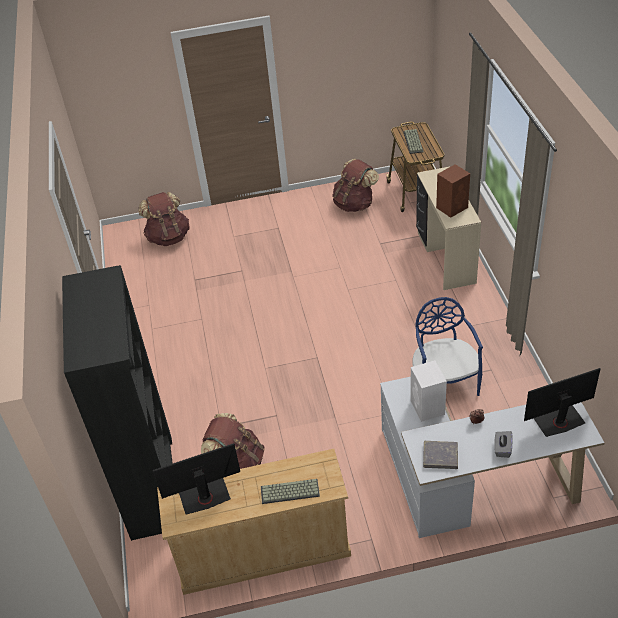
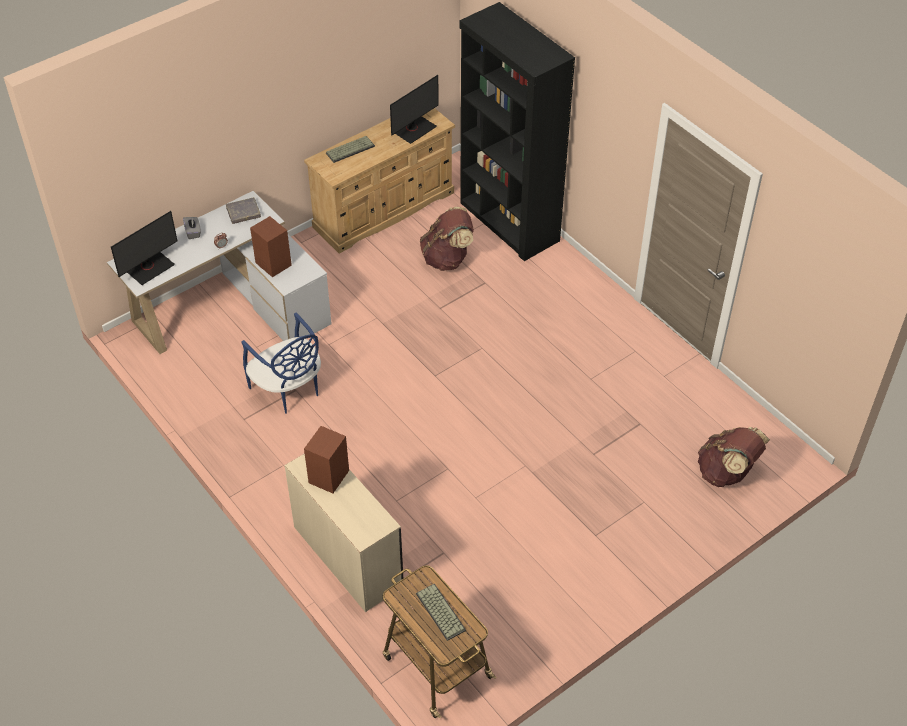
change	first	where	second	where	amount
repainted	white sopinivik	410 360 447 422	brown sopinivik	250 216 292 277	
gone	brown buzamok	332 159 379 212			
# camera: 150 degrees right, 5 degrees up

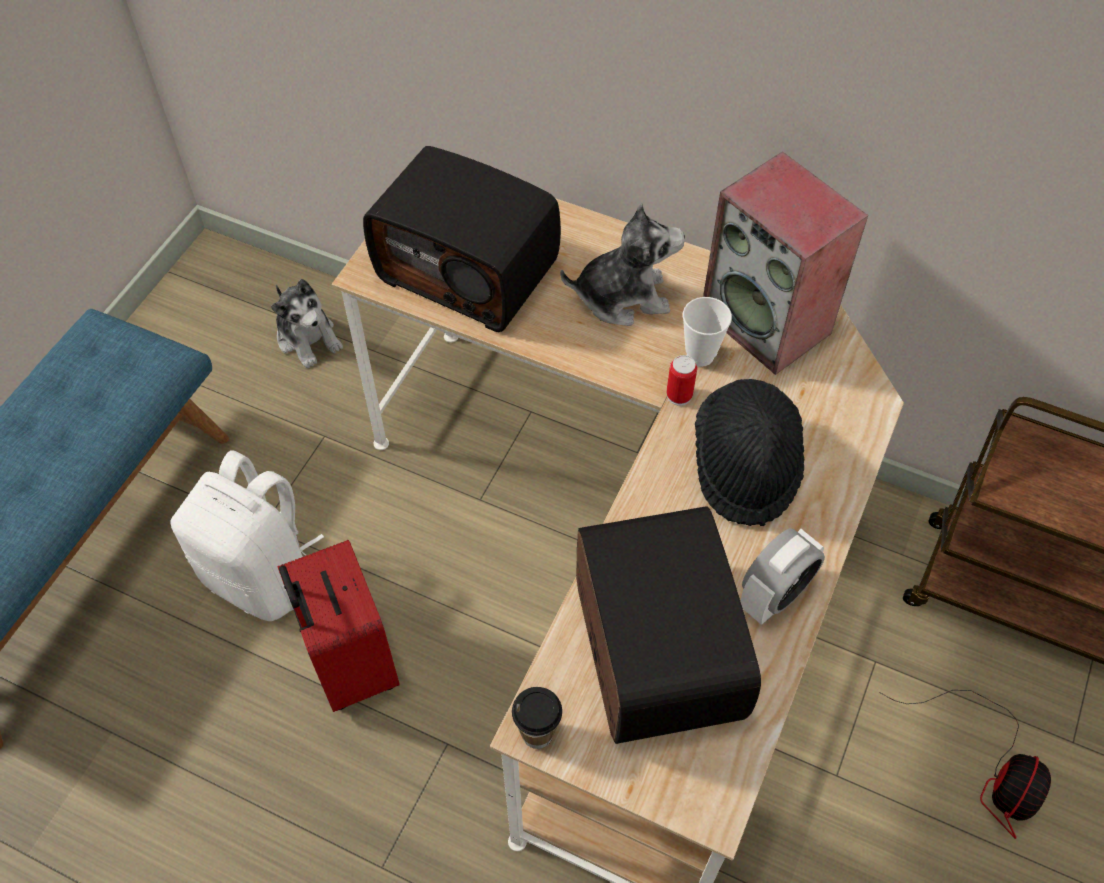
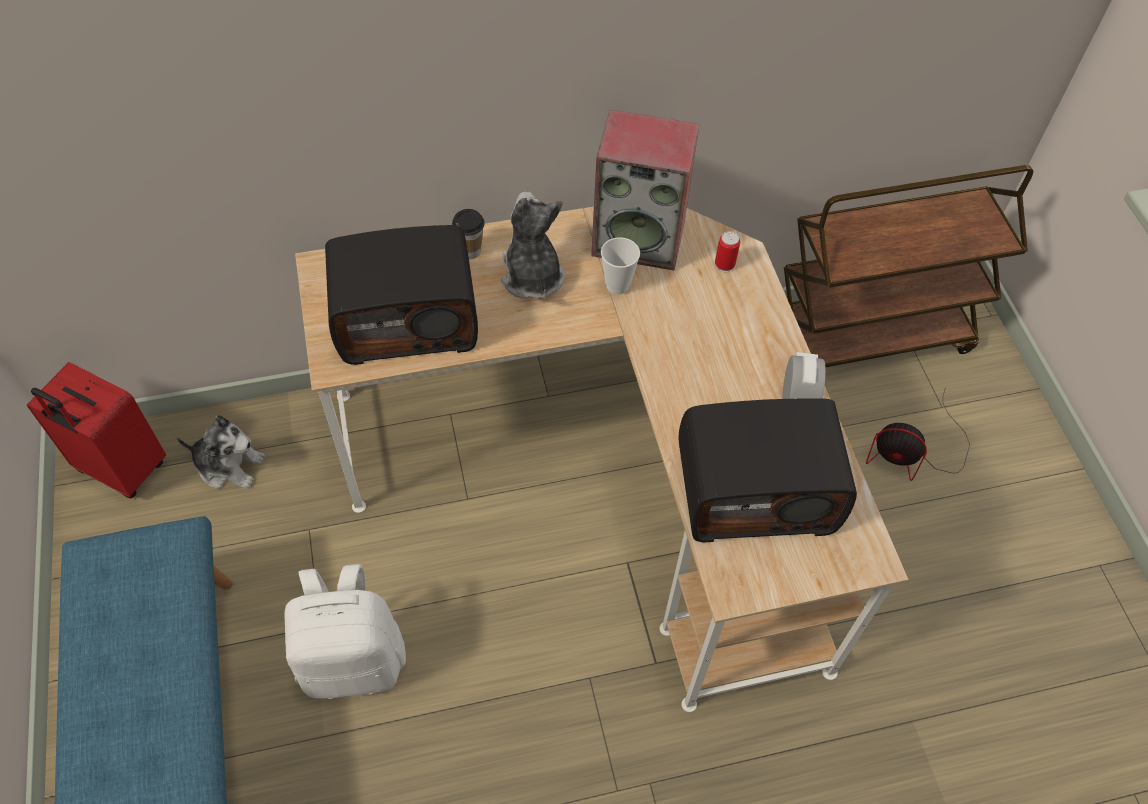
change	first	where	second	where	amount
shifted	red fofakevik	277 540 400 712		27 362 166 498	
shifted	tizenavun	512 687 562 749		452 209 485 259	
rotated	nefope	560 203 685 326		501 191 565 299	60 degrees counterclockwise
rotated	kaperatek	576 506 761 744		678 398 857 542	135 degrees clockwise
shifted	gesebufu	666 355 697 406		715 231 740 272	
rotated	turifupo	881 690 1051 839		866 388 970 481	120 degrees clockwise
gone	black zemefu	695 379 804 526			
# camera: 40 degrees left, 0 degrees up

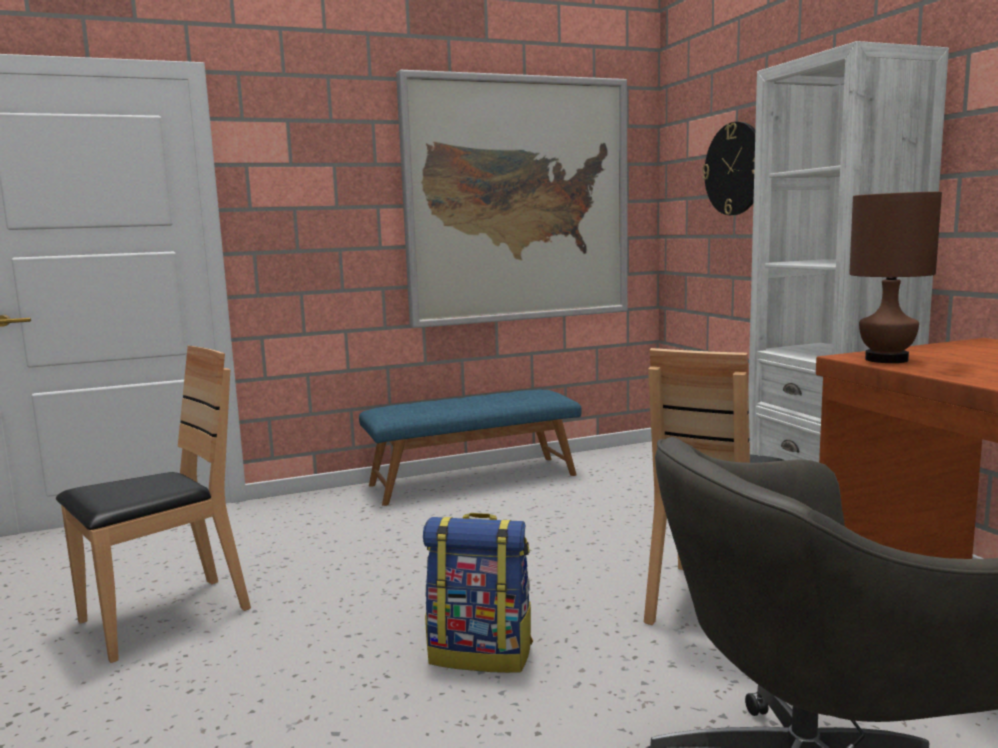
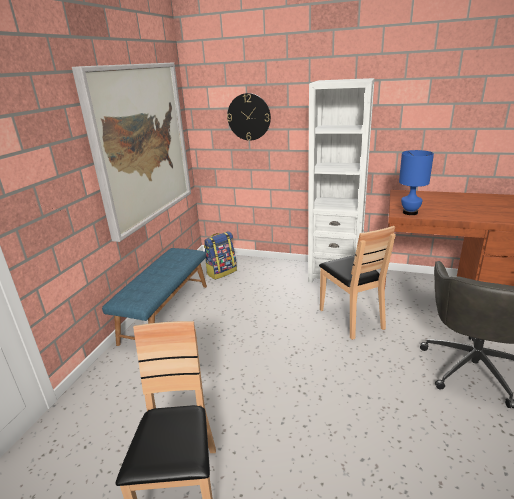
change	first	where	second	where	amount
shifted	buzamok	423 513 533 673		204 231 237 280	
repainted	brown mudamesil	849 192 942 363	blue mudamesil	399 150 434 215	
# camera: 50 degrees left, 15 degrees up

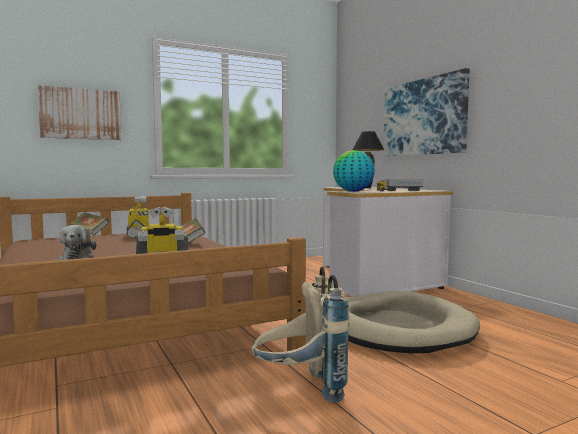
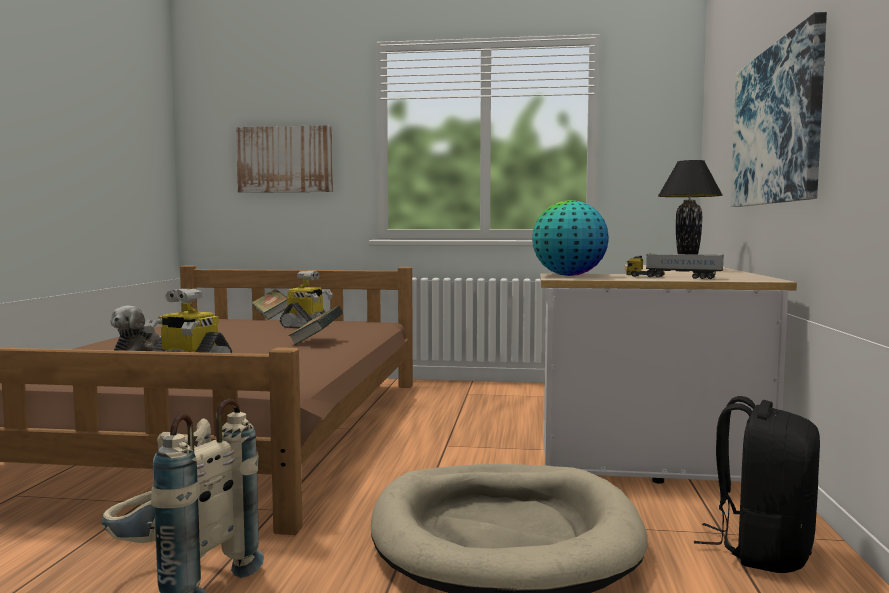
change	first	where	second	where	amount
new			black buzamok	694 396 820 573	
# camera: 35 degrees right, 0 degrees up

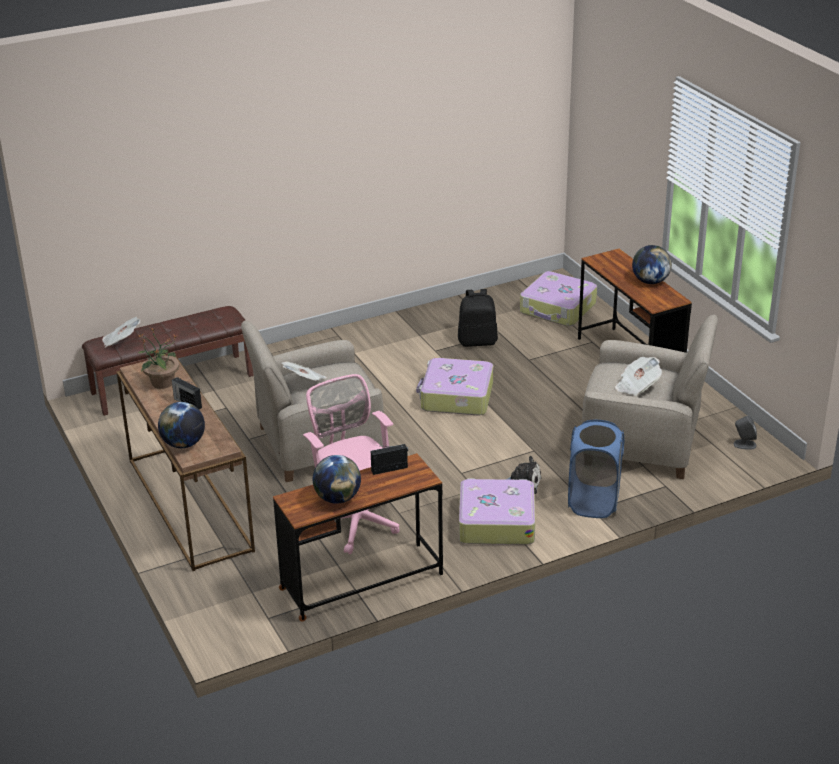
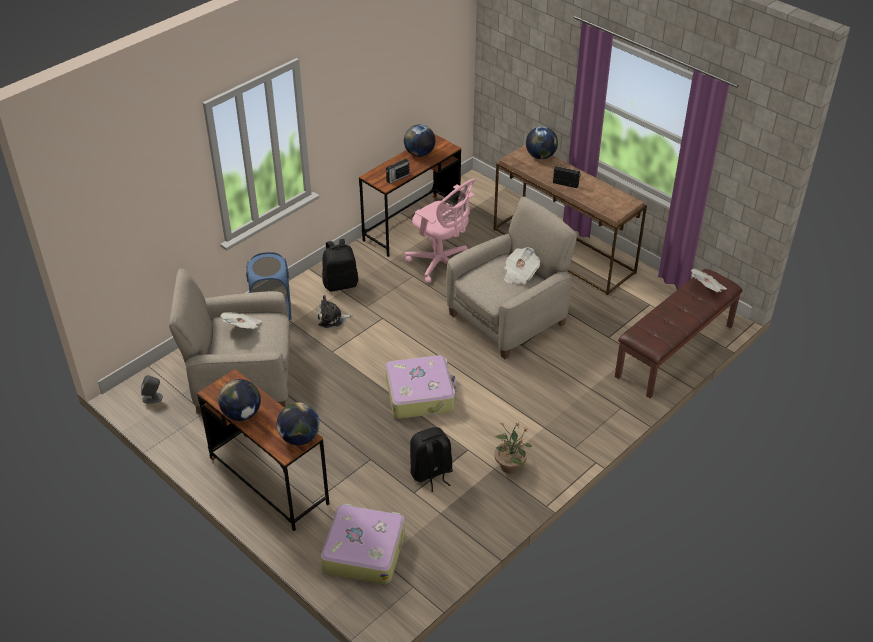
change	first	where	second	where	amount
new			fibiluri	277 402 320 445	
swapped	fofakevik	459 478 535 545	black buzamok	322 239 359 292	
shifted	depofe	137 328 179 389		494 422 532 474	
# camera: 160 degrees right, 10 degrees up

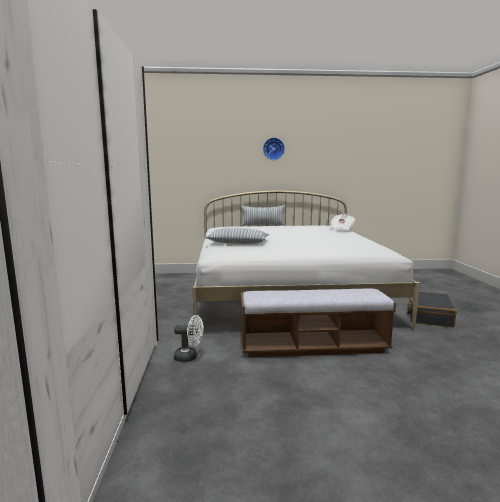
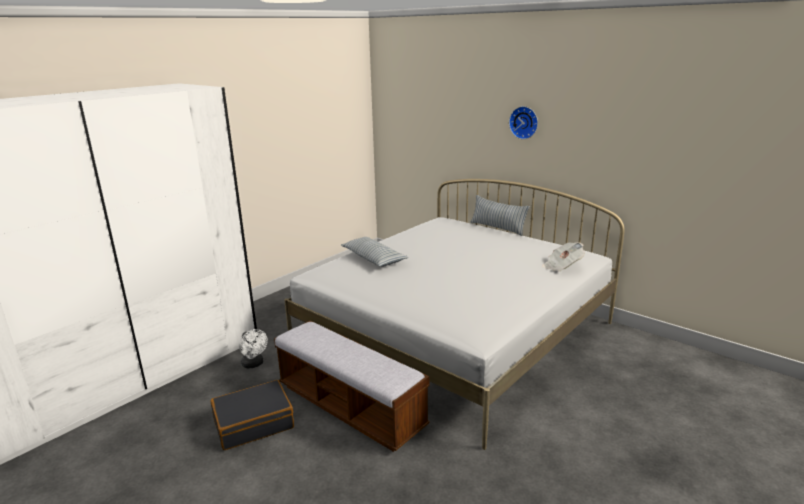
change	first	where	second	where	amount
shifted	black fofakevik	407 292 457 327		210 380 294 450	
# camera: 45 degrees right, 10 degrees up

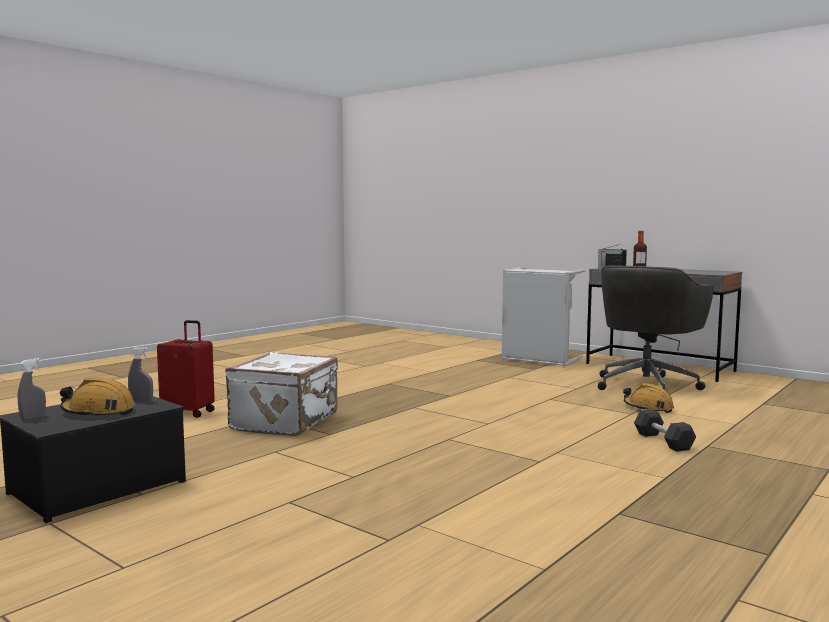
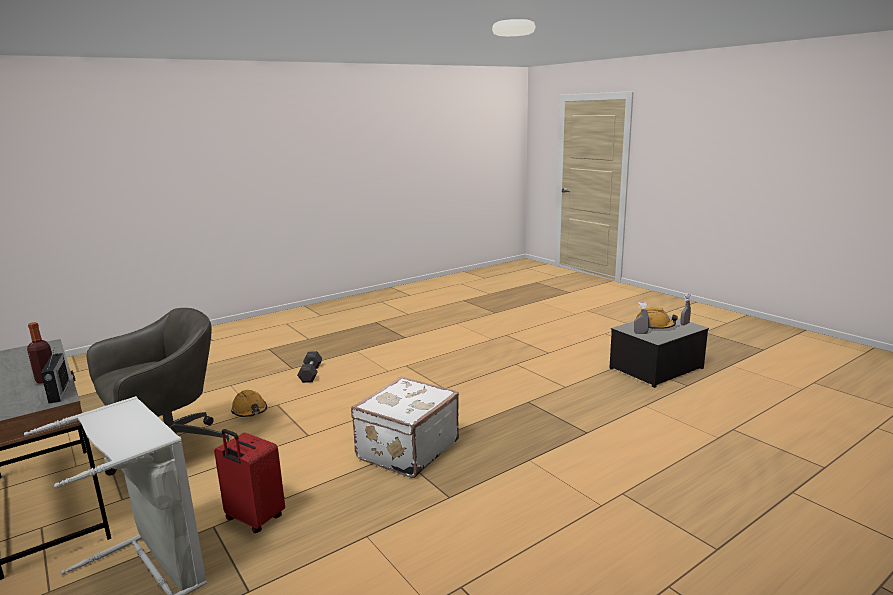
change	first	where	second	where	amount
shifted	red fofakevik	157 320 215 418		214 429 285 533	
shifted	white fofakevik	225 352 338 436		351 376 459 478	
# camera: 165 degrees left, 10 degrees up

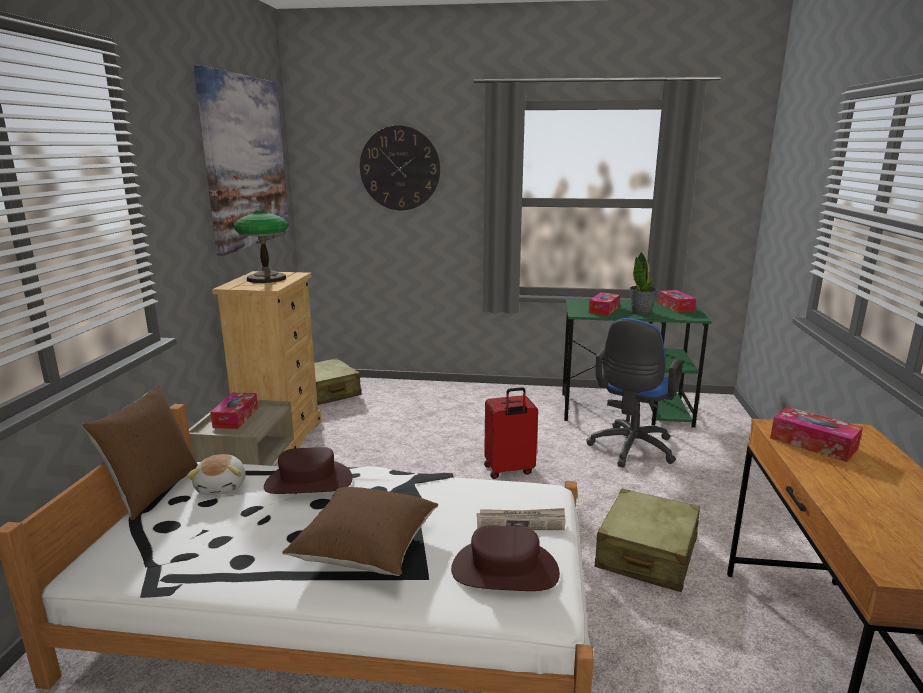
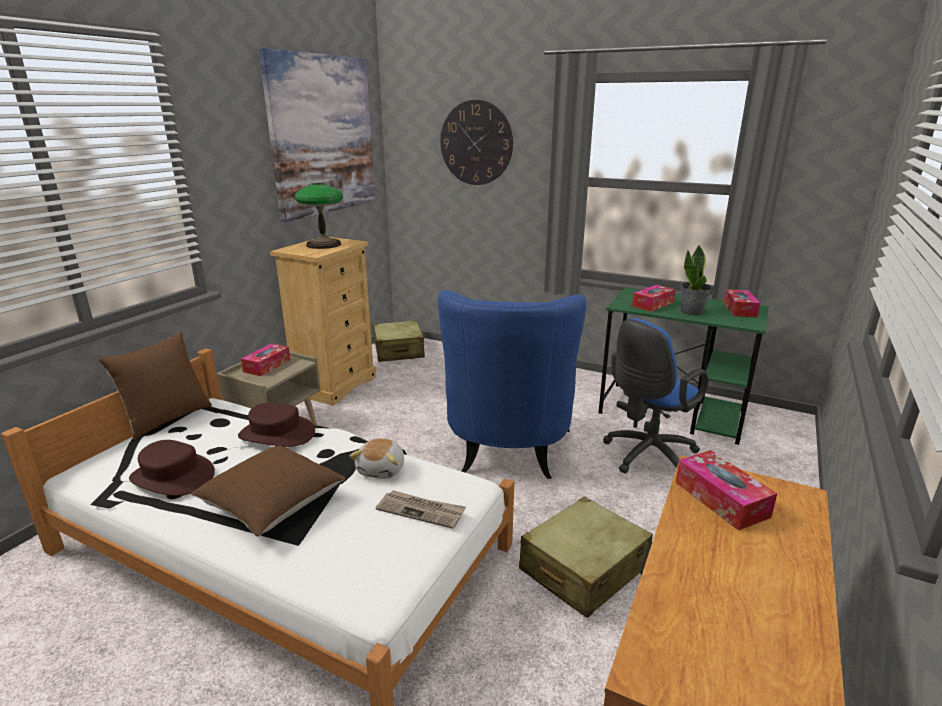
change	first	where	second	where	amount
shifted	brown zemefu	451 525 560 591		129 440 215 496	
shifted	nefope	187 454 246 495		350 438 404 479	
swapped	red fofakevik	484 387 538 479	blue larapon	438 290 587 479	
# camera: 20 degrees right, 5 degrees up

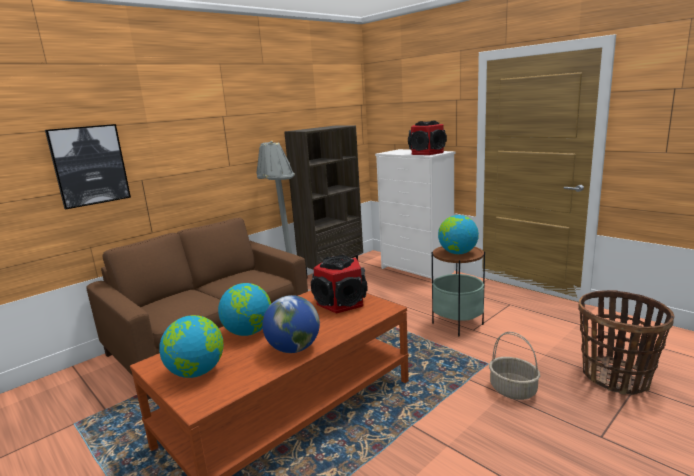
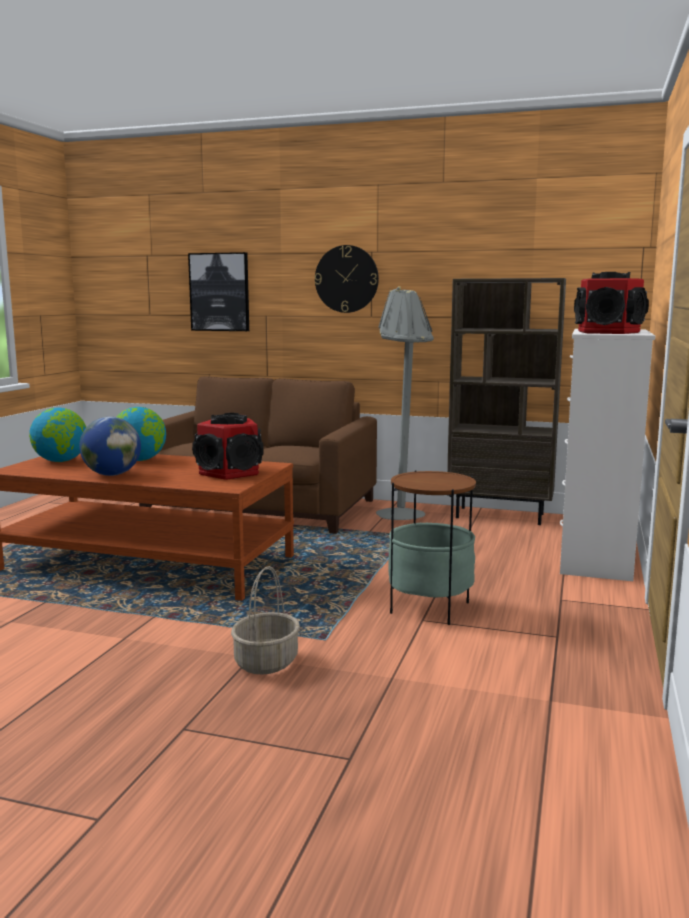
change	first	where	second	where	amount
new			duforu	315 245 379 313	
gone	fibiluri	438 215 479 254			
gone	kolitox	578 290 674 395			
# camera: 60 degrees right, 5 degrees down

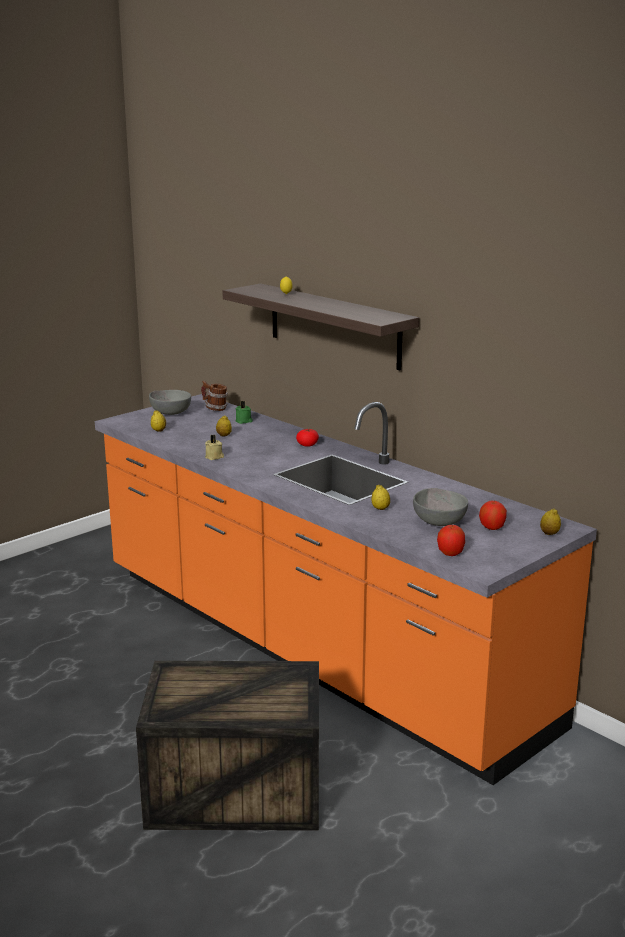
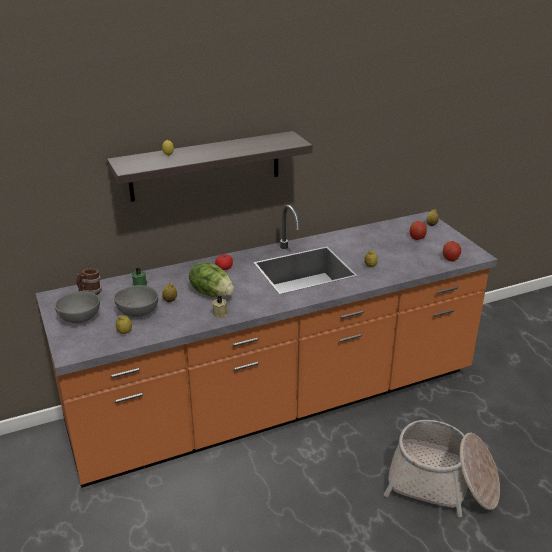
change	first	where	second	where	amount
shifted	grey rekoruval	413 488 468 526		114 285 158 317	
new			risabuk	189 262 234 297	
swapped	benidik	136 661 319 831	kolitox	384 420 500 517	
# camera: 70 degrees left, 10 degrees up

